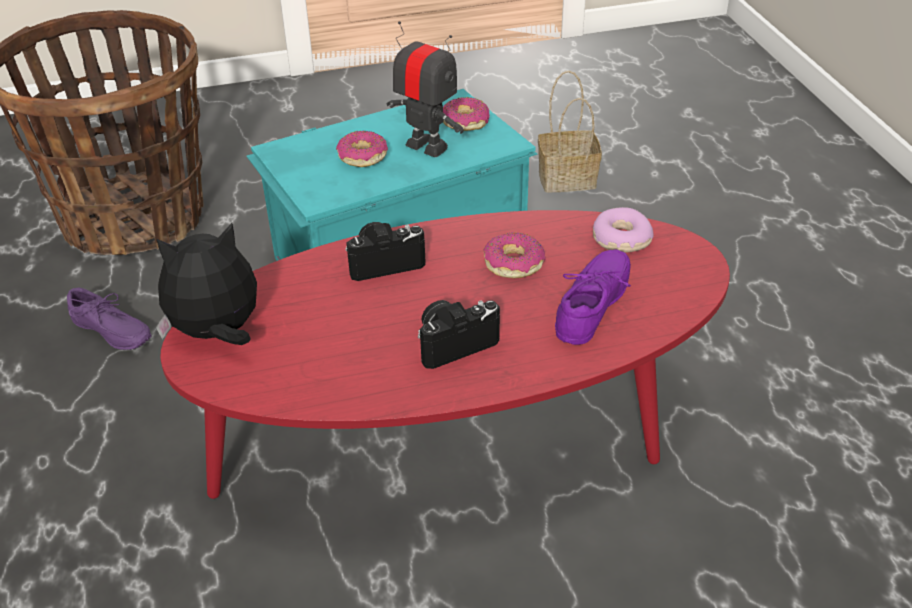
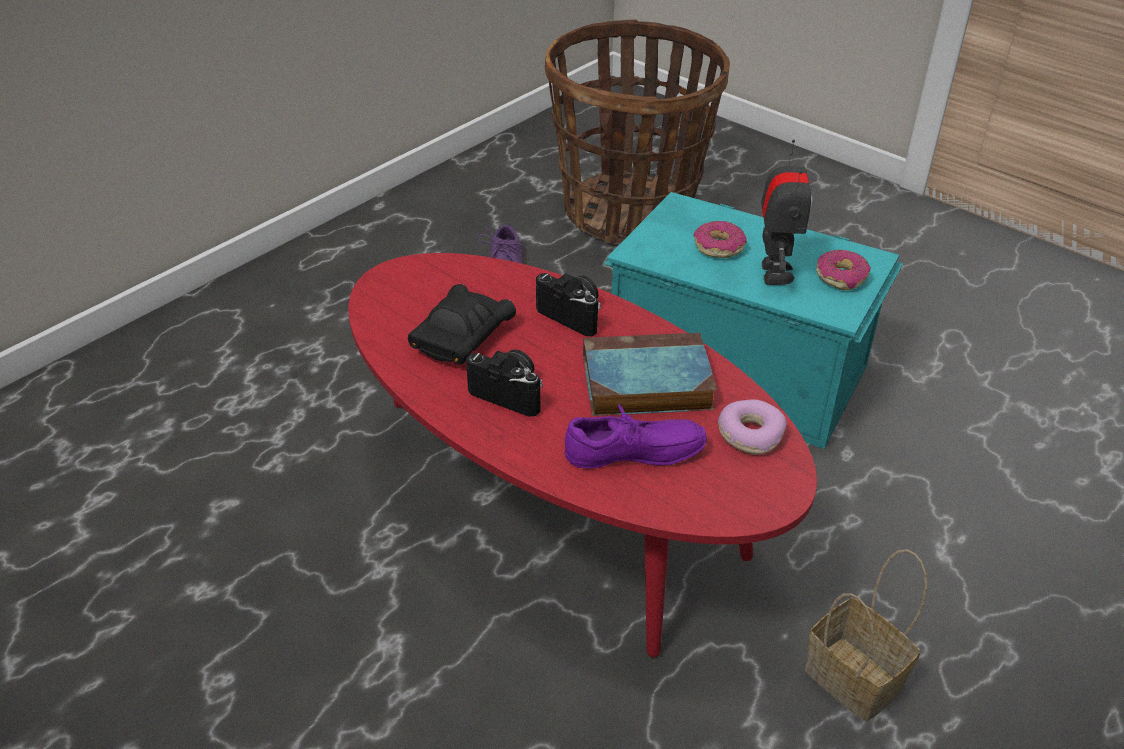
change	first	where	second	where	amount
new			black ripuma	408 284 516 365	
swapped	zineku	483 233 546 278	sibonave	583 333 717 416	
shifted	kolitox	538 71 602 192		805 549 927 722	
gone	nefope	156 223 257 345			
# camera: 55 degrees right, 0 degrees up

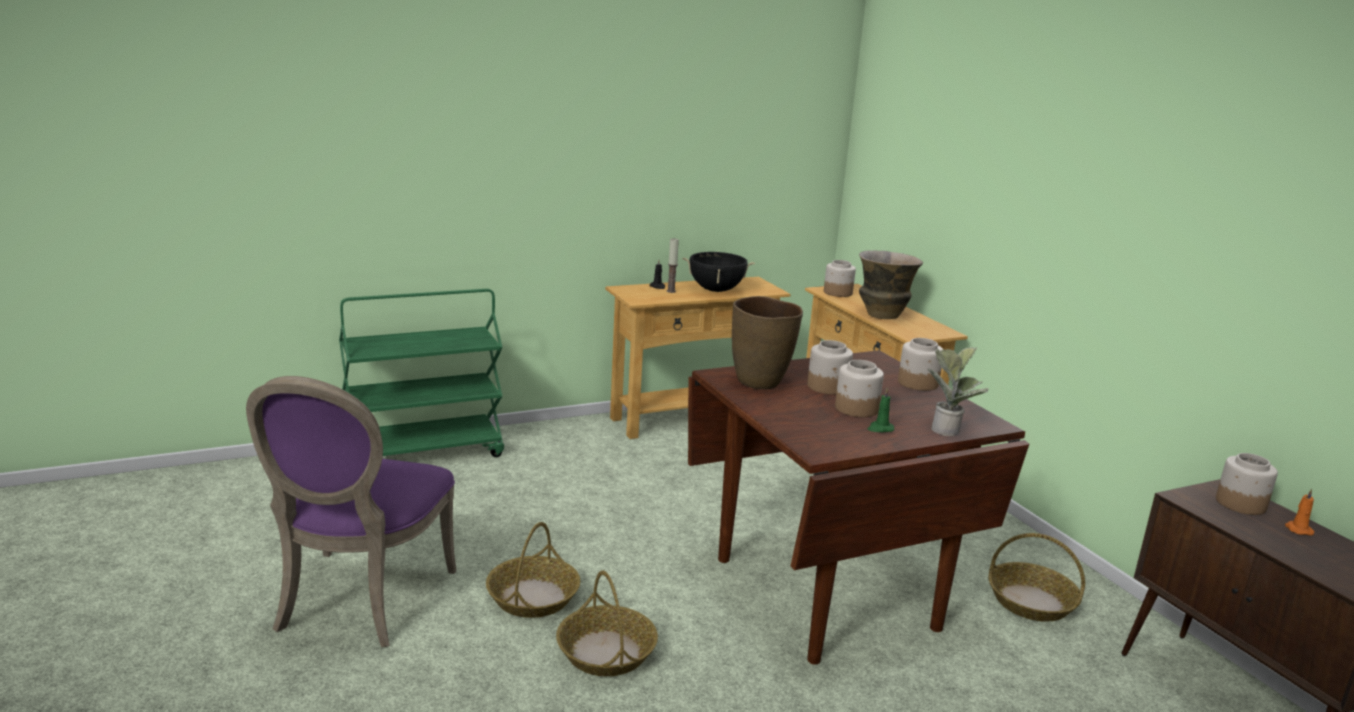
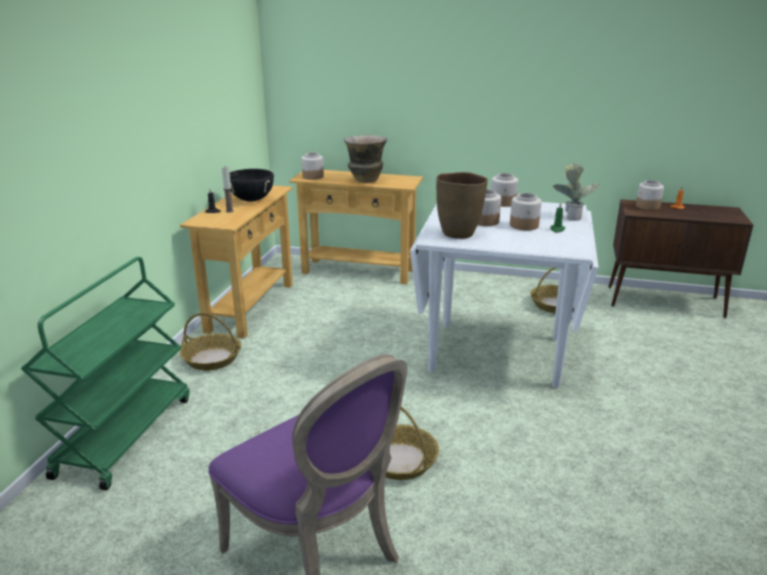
change	first	where	second	where	amount
shifted	kolitox	556 571 658 676		180 313 241 371	
repainted	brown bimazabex	688 350 1029 665	white bimazabex	410 202 599 388	
# camera: 50 degrees left, 5 degrees up

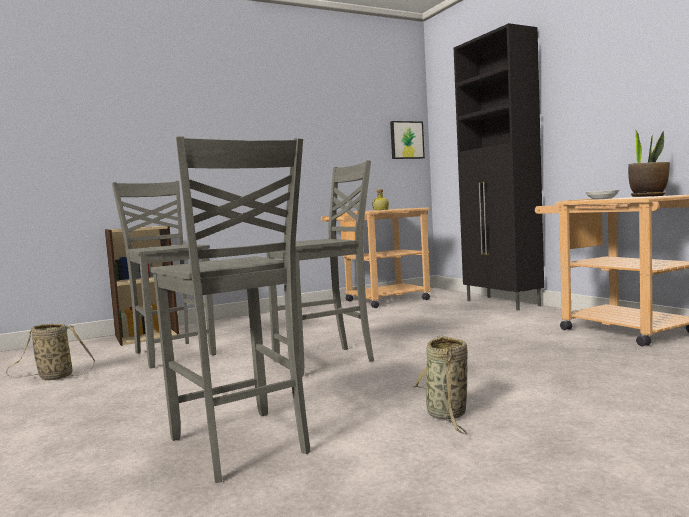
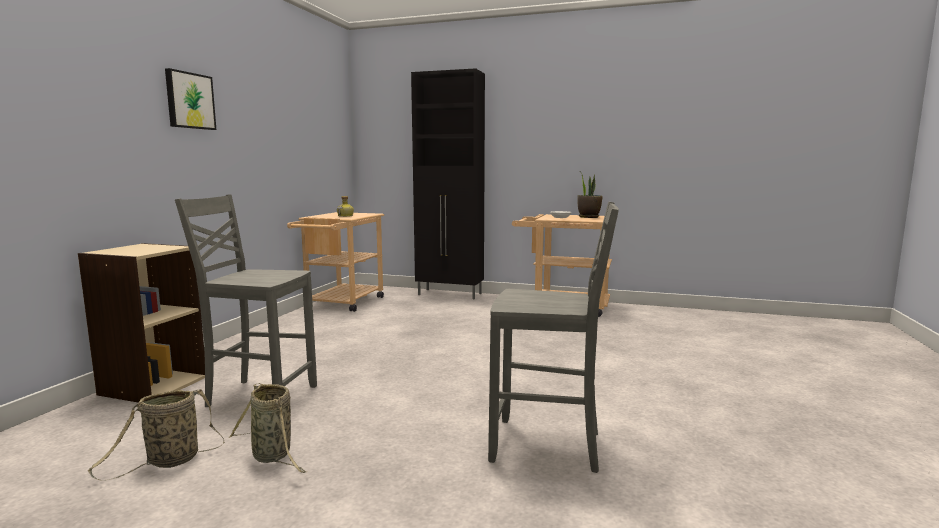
change	first	where	second	where	amount
shifted	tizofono	390 121 425 159		165 68 216 130	
shifted	kolitox	412 335 468 435		229 383 305 473	
gone	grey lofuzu	266 160 374 377			
# camera: 45 degrees left, 5 degrees up

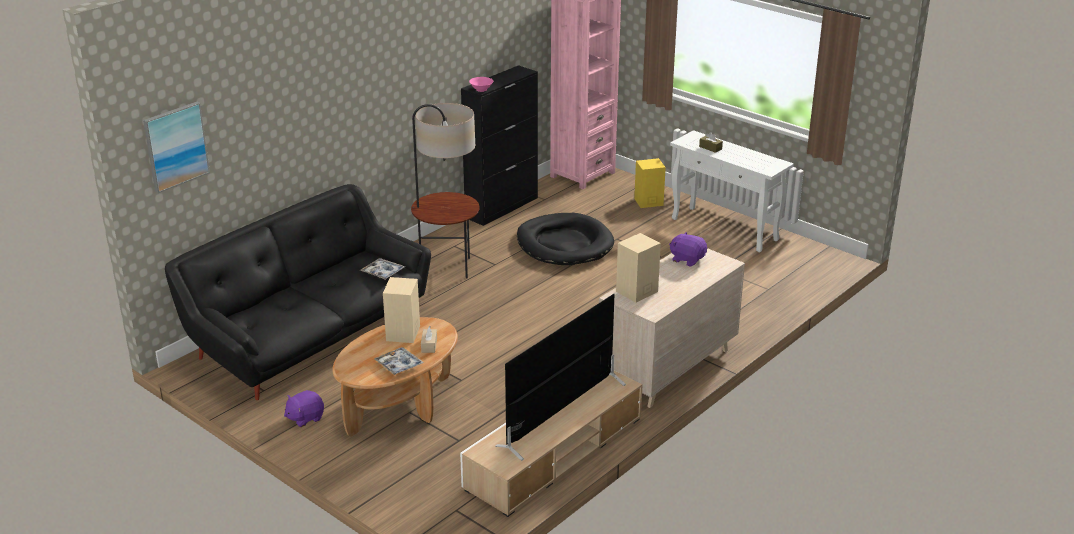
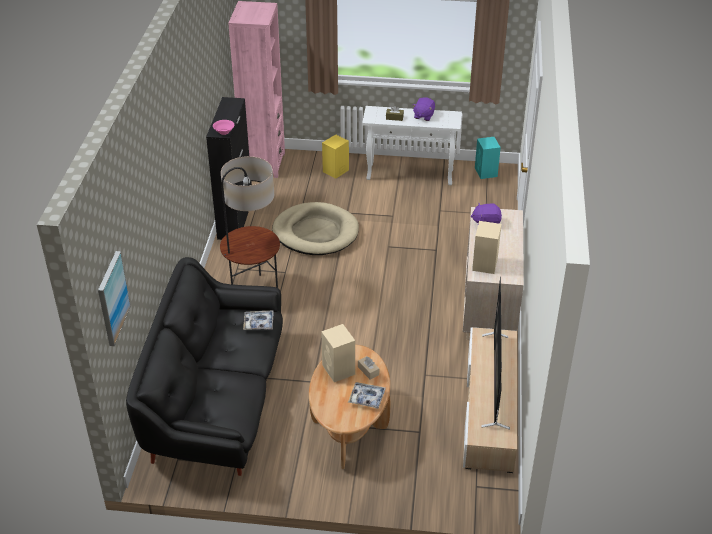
change	first	where	second	where	amount
repainted	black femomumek	517 213 614 265	beige femomumek	272 202 359 255	
shifted	purple nefope	284 390 324 427		413 97 435 121	
new			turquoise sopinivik	475 137 501 179	
# camera: 35 degrees left, 10 degrees up

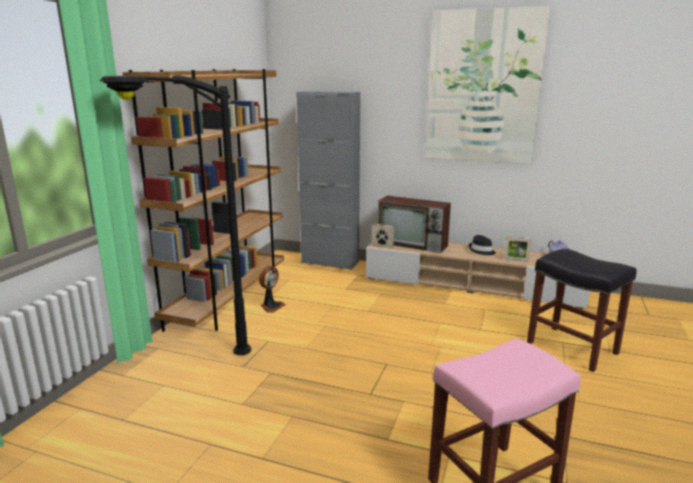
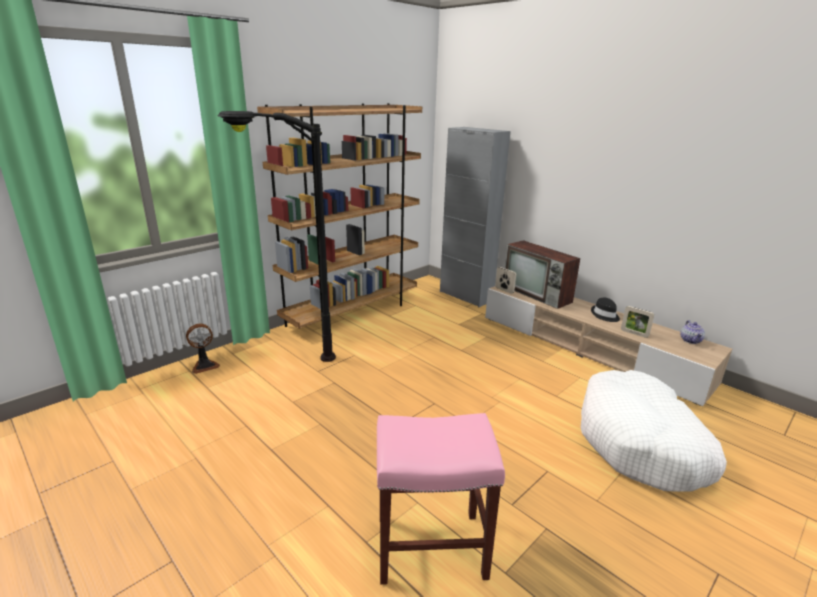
change	first	where	second	where	amount
shifted	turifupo	259 266 286 313		186 324 220 374	
swapped	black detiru	527 248 637 372	white femomumek	581 370 727 492	
gone	tizofono	425 6 551 164			
# camera: 25 degrees right, 5 degrees up

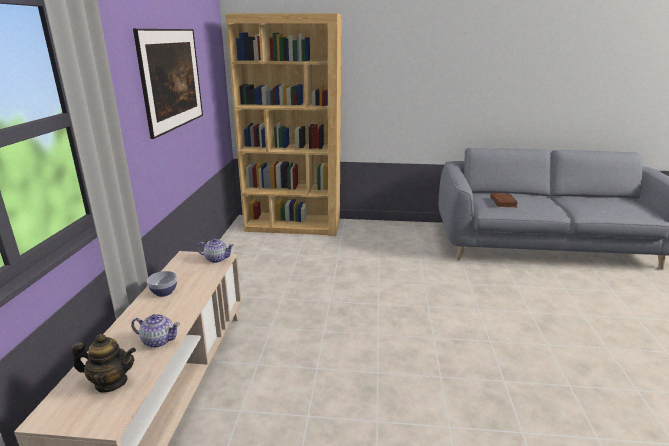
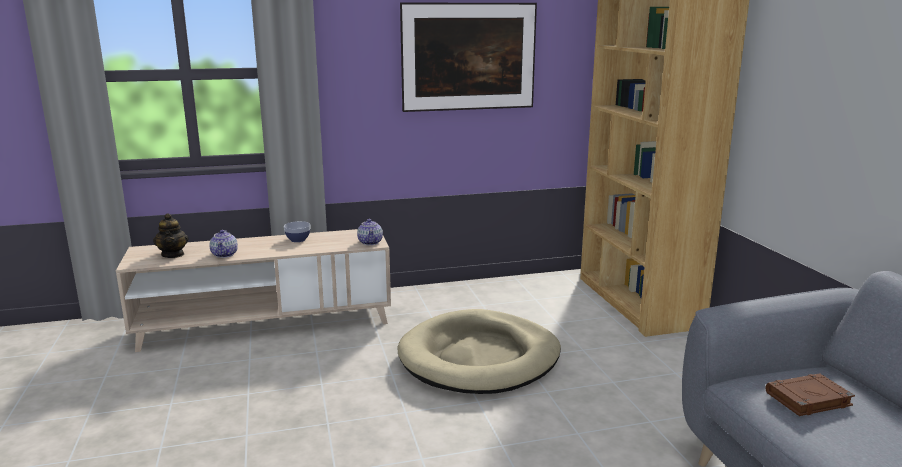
change	first	where	second	where	amount
new			beige femomumek	397 309 561 394	
# camera: 70 degrees right, 5 degrees down

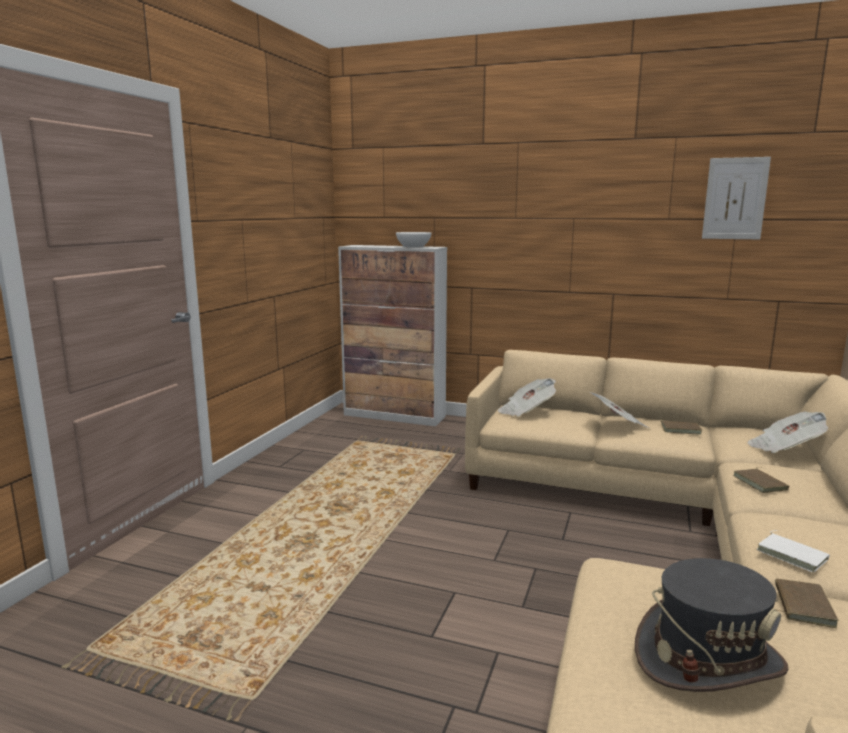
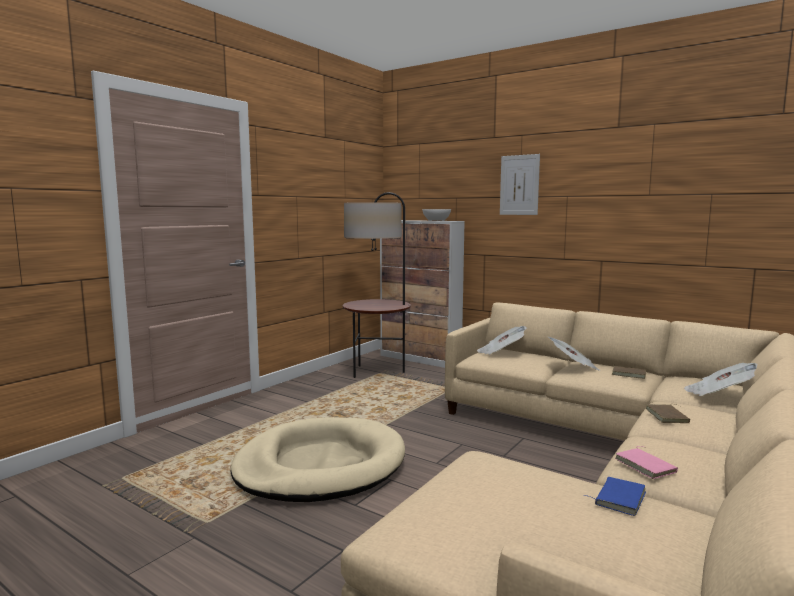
change	first	where	second	where	amount
new			beige femomumek	231 417 405 502	
new			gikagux	343 192 411 378	
shifted	tizofono	702 157 771 239		500 154 540 215	
repainted	brown sibonave	775 579 839 628	blue sibonave	584 477 646 516	
repainted	white sibonave	756 530 830 573	pink sibonave	615 446 678 479	
gone	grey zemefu	635 558 789 692			
# camera: 15 degrees right, 5 degrees down

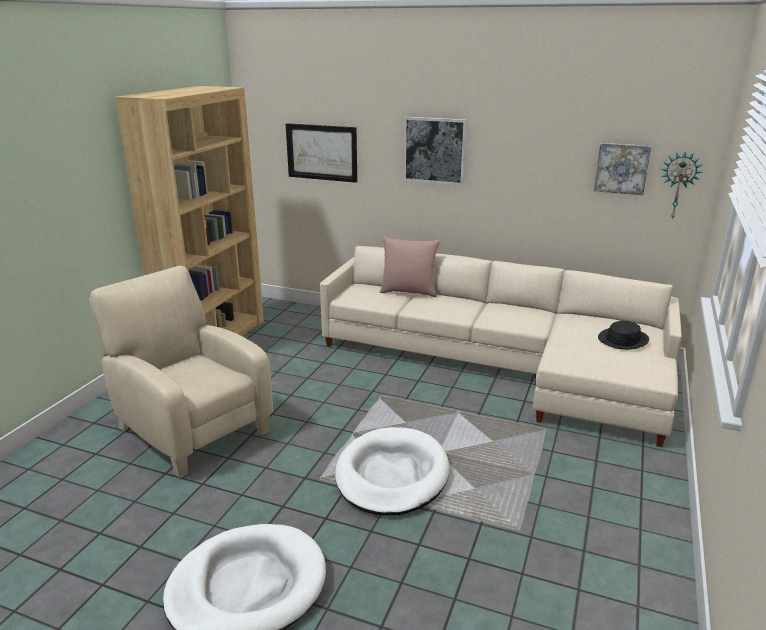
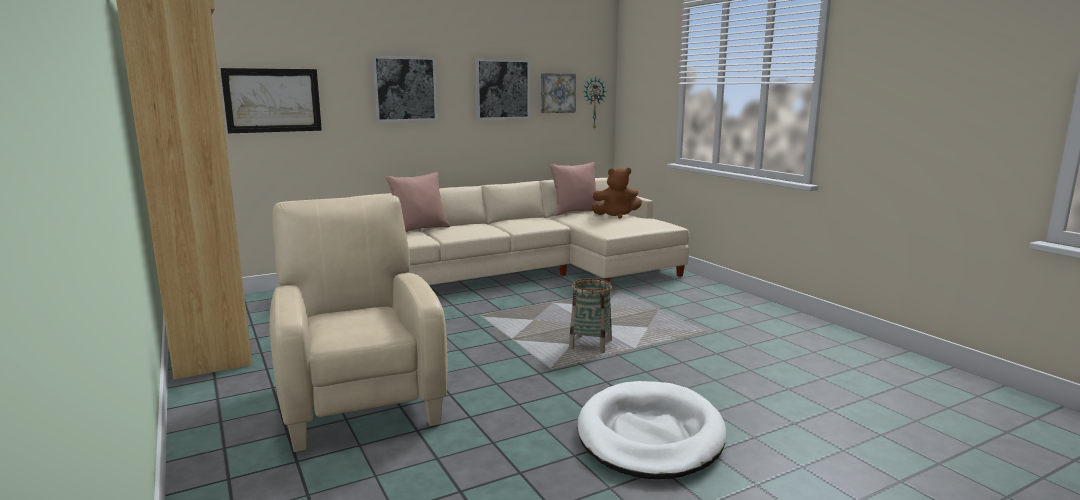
change	first	where	second	where	amount
rotated	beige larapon	89 266 273 478		269 195 448 452	75 degrees clockwise
new			tizofono	475 59 530 120	
new			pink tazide	549 162 599 216	
swapped	white femomumek	335 427 449 516	kolitox	569 278 612 353	
swapped	black zemefu	598 321 649 350	brown nefope	592 168 642 218	
# camera: 50 degrees left, 10 degrees down

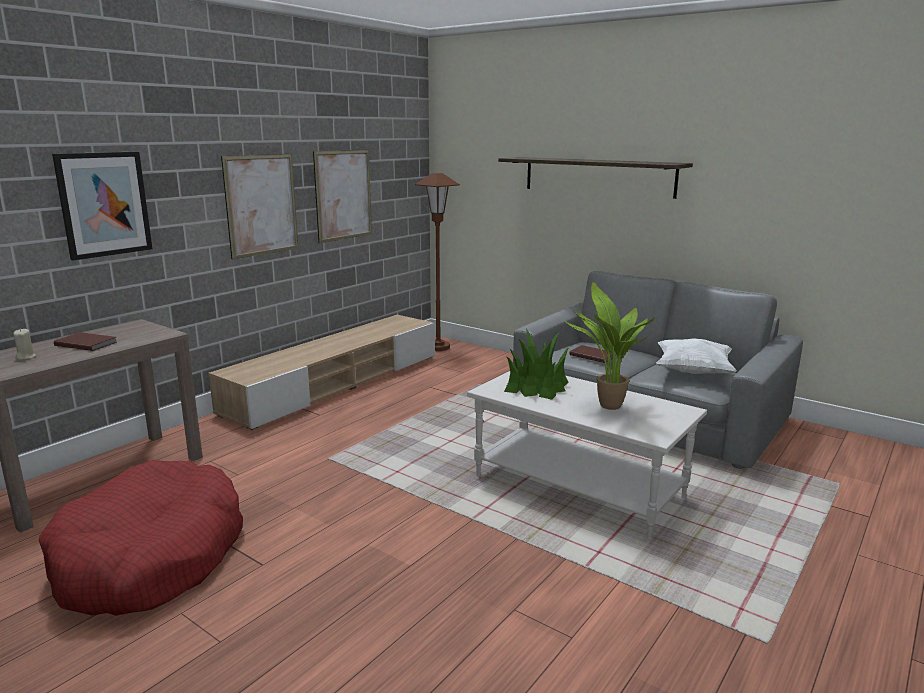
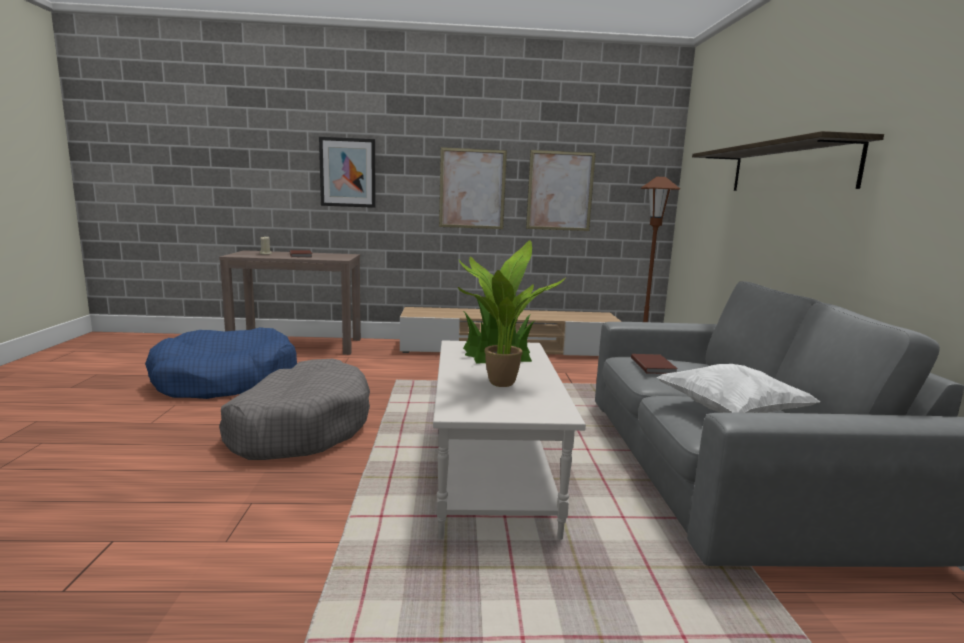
change	first	where	second	where	amount
repainted	red femomumek	39 460 243 616	blue femomumek	145 327 297 399	
new			grey femomumek	219 359 370 460	
# camera: 50 degrees right, 5 degrees down

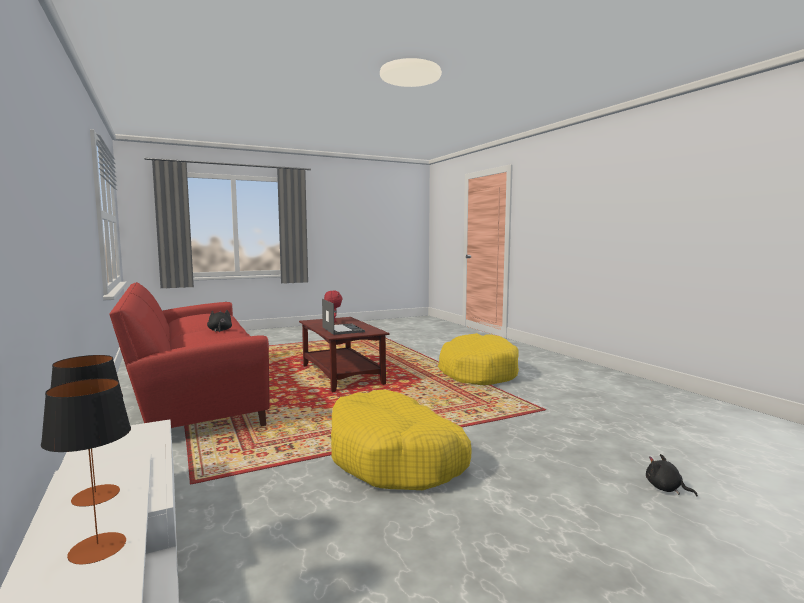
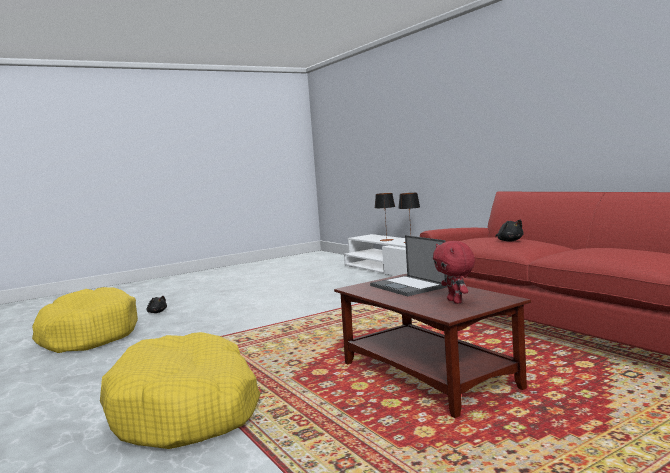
change	first	where	second	where	amount
shifted	yellow femomumek	331 389 471 490		32 287 138 353	
# camera: 175 degrees right, 0 degrees up

